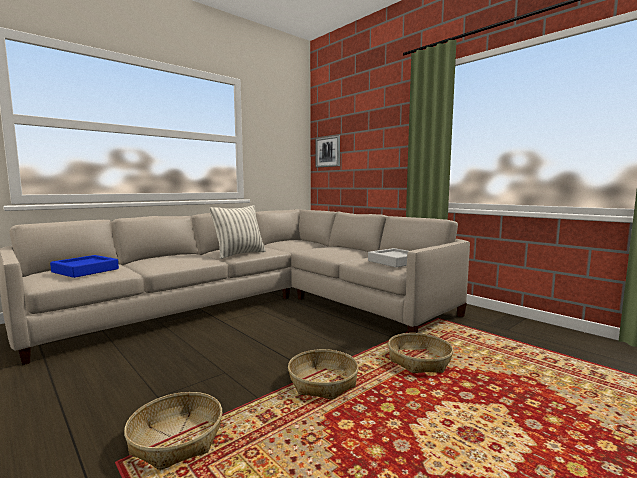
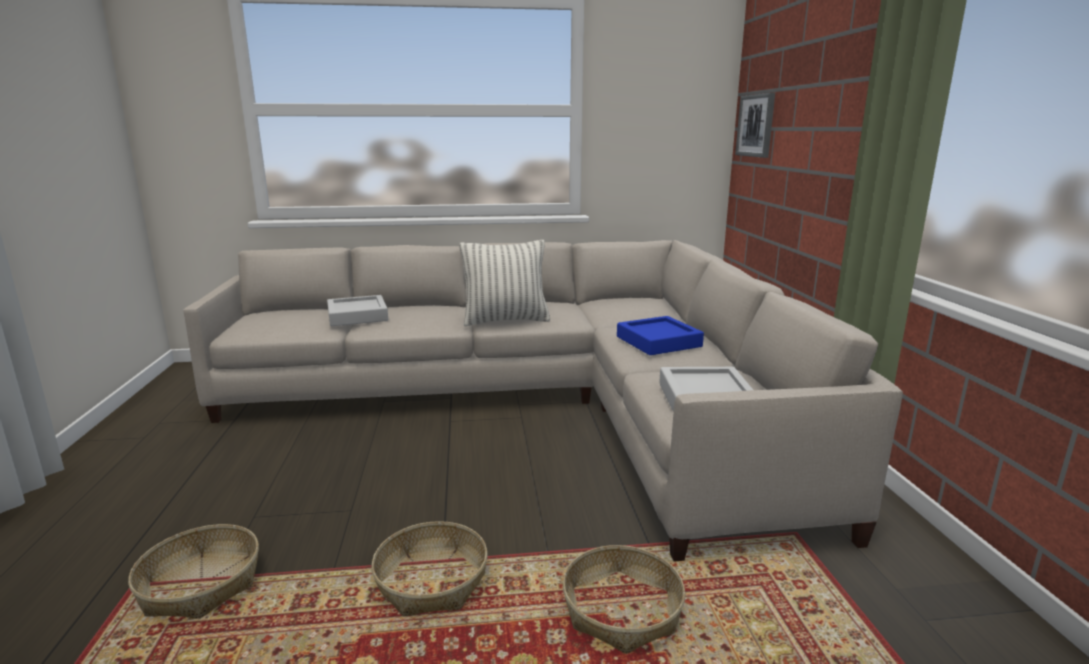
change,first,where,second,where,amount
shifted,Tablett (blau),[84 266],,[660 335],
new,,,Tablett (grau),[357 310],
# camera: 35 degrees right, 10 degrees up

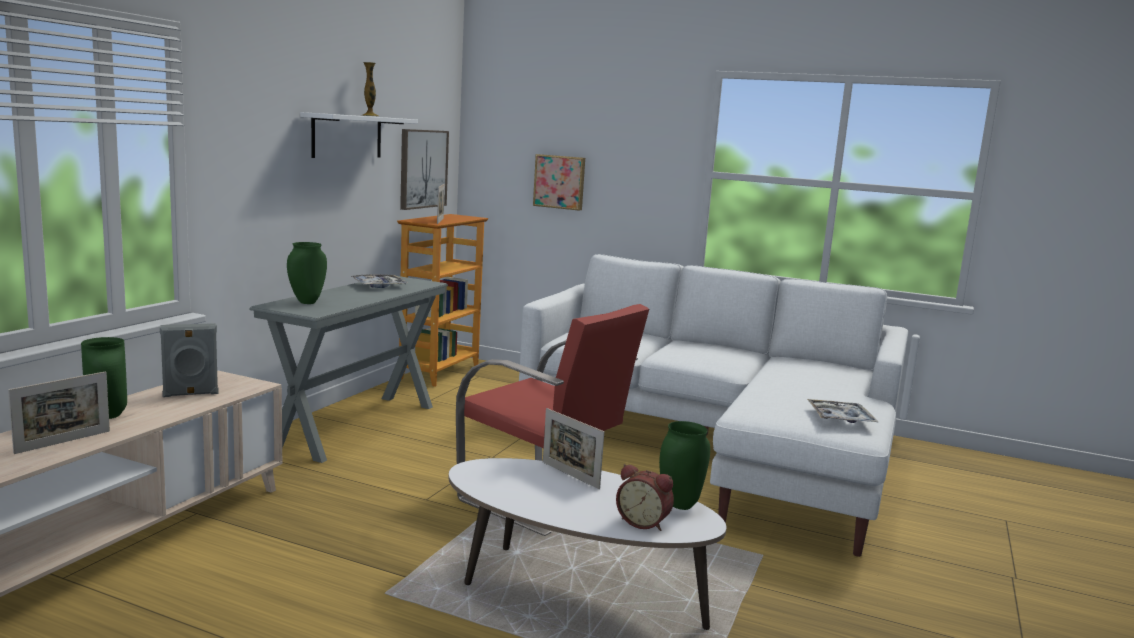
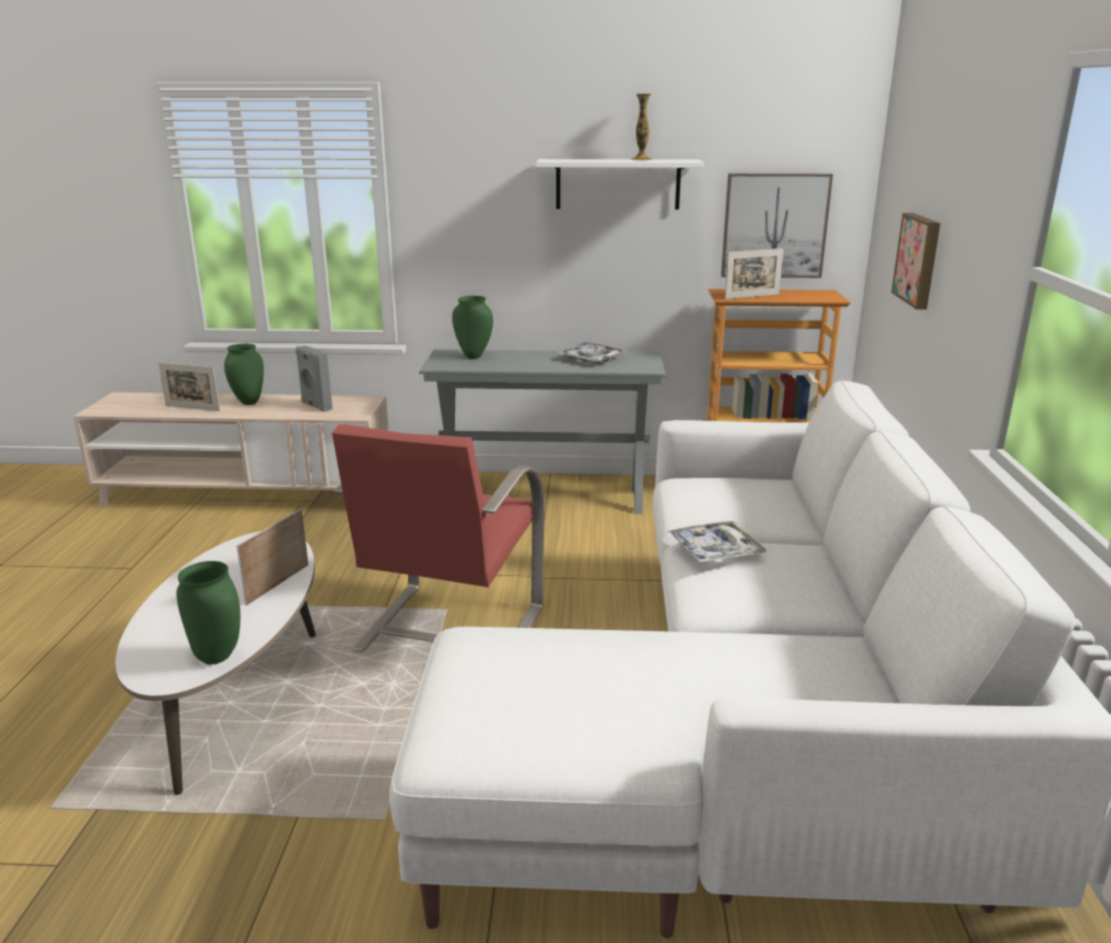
change,first,where,second,where,amount
shifted,Tablett,[843 411],,[717 542],
gone,Wecker,[645 497],,,
# camera: 70 degrees right, 10 degrees up

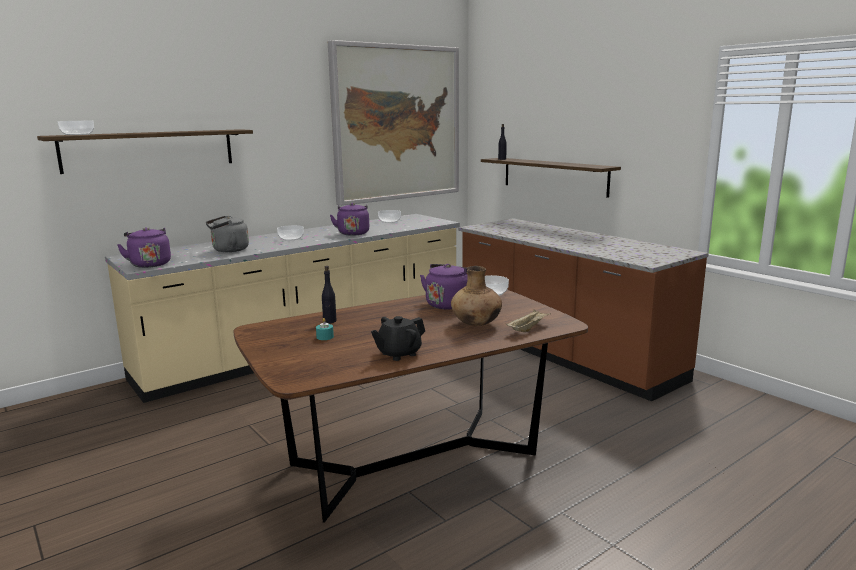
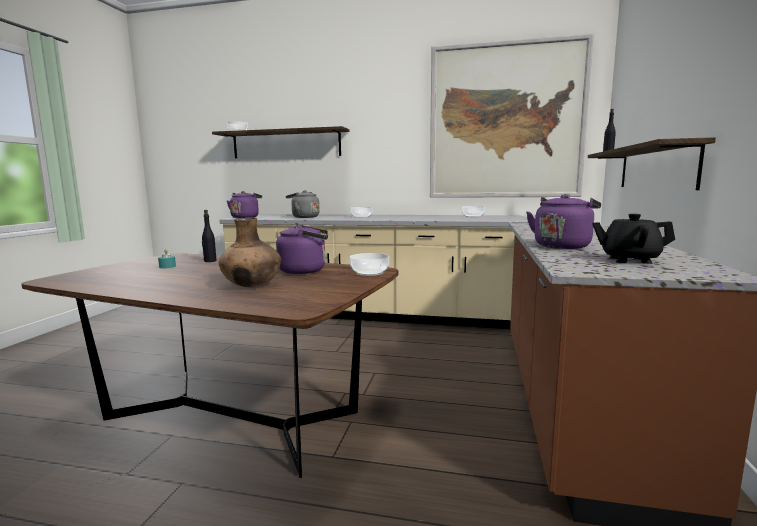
change,first,where,second,where,amount
shifted,Wasserkessel (lila),[349 219],,[563 221],
gone,Tablett (beige),[527 320],,,
shifted,Teekanne (schwarz),[398 338],,[633 239],
# camera: 50 degrees right, 5 degrees down

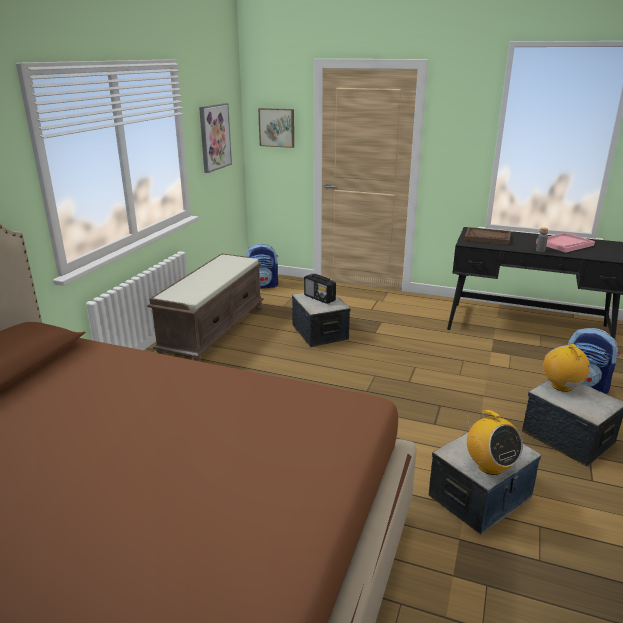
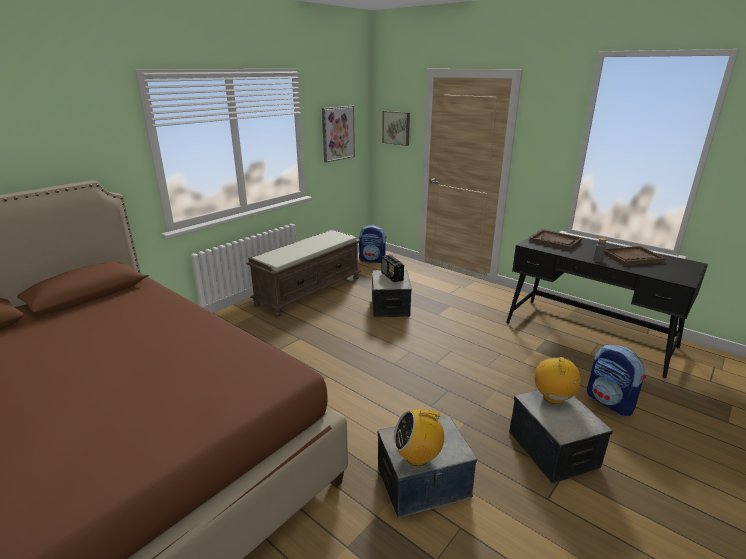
change,first,where,second,where,amount
repainted,Tablett (rosa),[565 243],Tablett (braun),[634 256],
rotated,Radio,[495 442],,[418 437],90 degrees clockwise
# camera: 20 degrees right, 0 degrees up

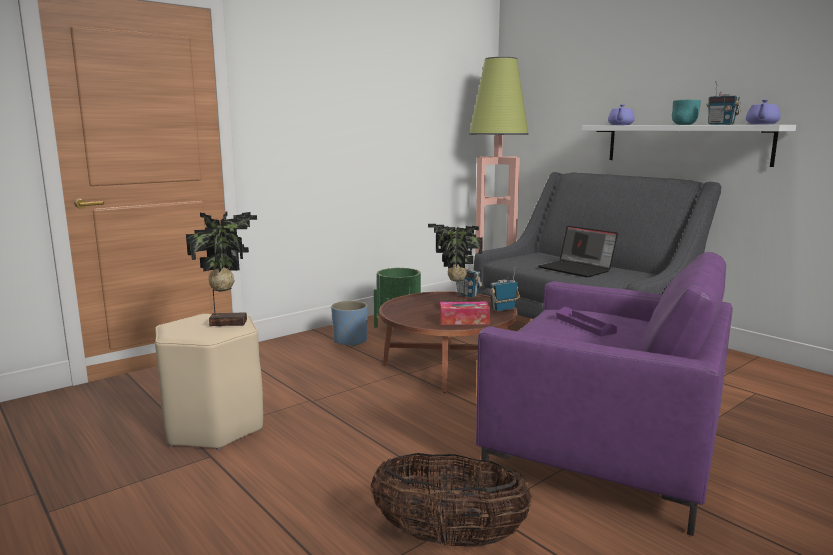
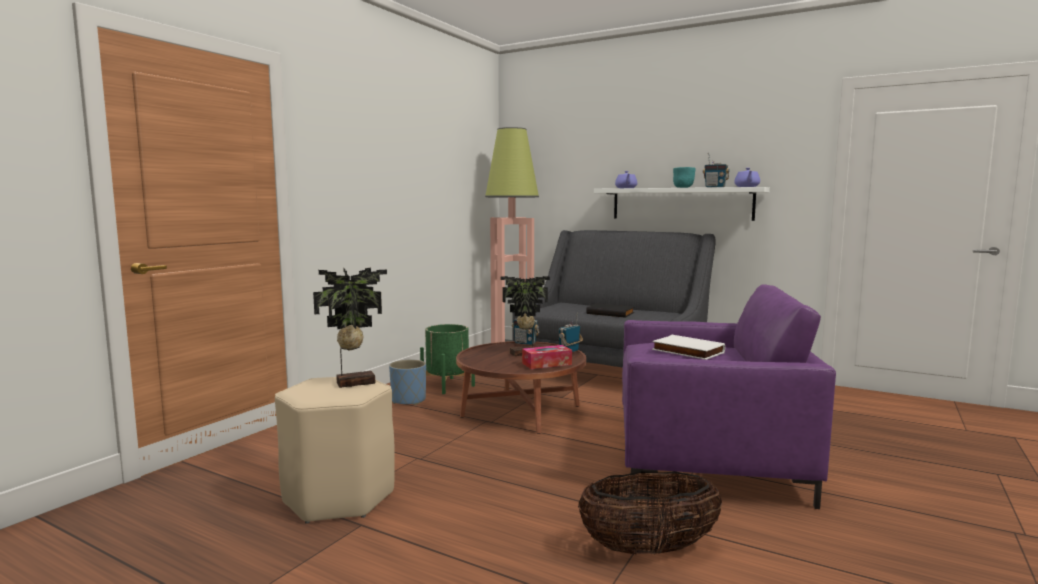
change,first,where,second,where,amount
swapped,Laptop,[578 251],Buch (schwarz),[610 311],
swapped,Tablett (lila),[586 321],Buch (weiß),[688 347],
# camera: 20 degrees left, 5 degrees down

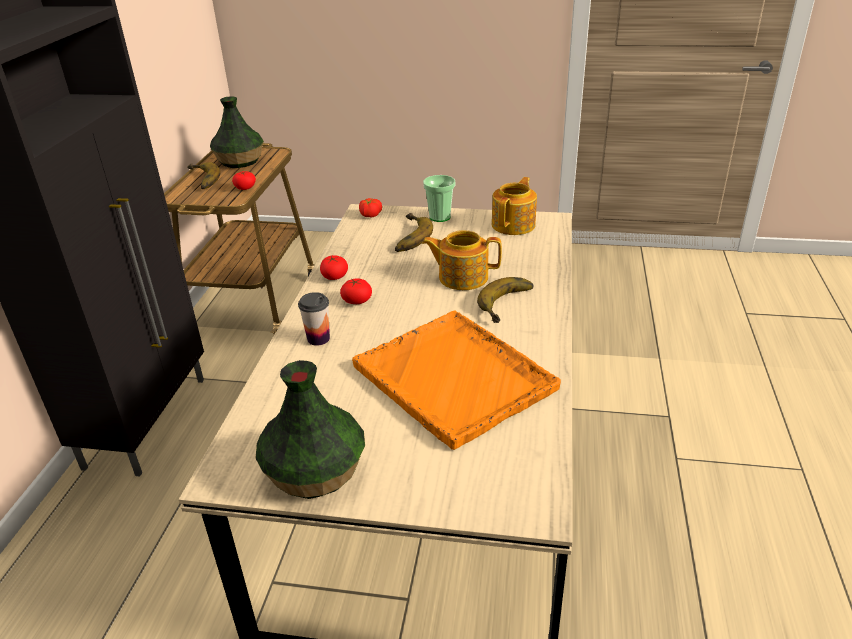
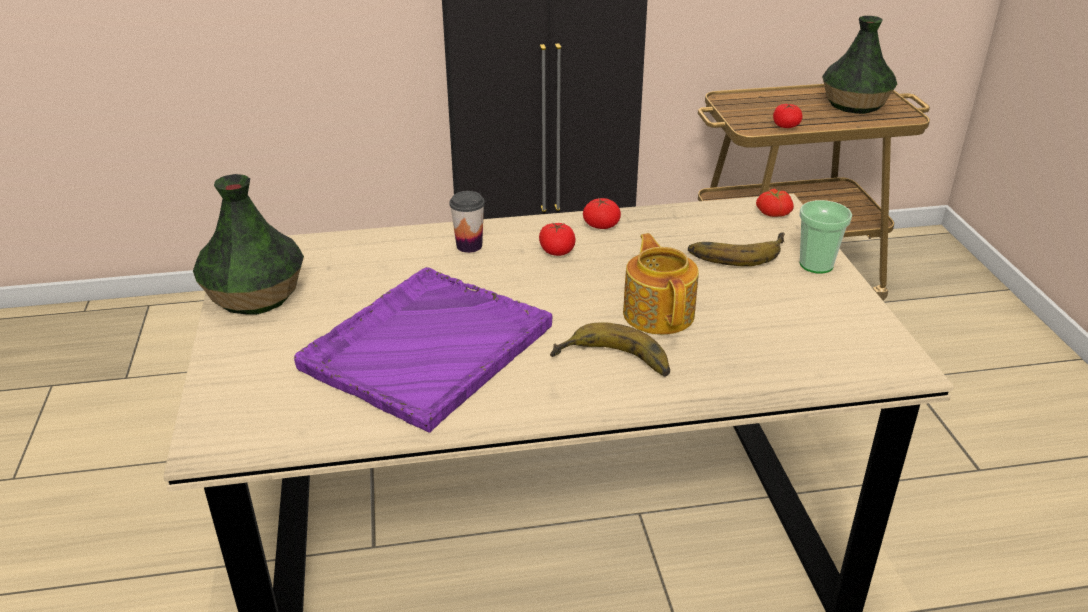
change,first,where,second,where,amount
gone,Banane,[204 175],,,
gone,Teekanne,[514 206],,,
repainted,Tablett (orange),[456 380],Tablett (lila),[423 350],
# camera: 70 degrees right, 0 degrees up

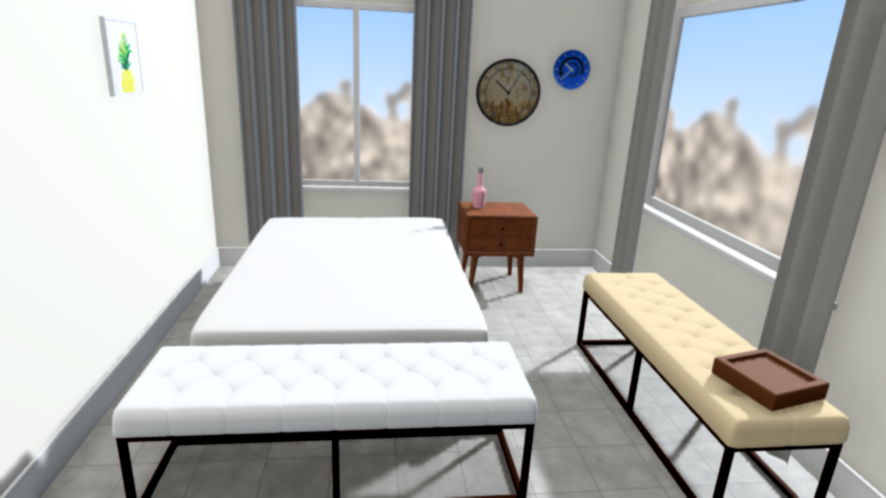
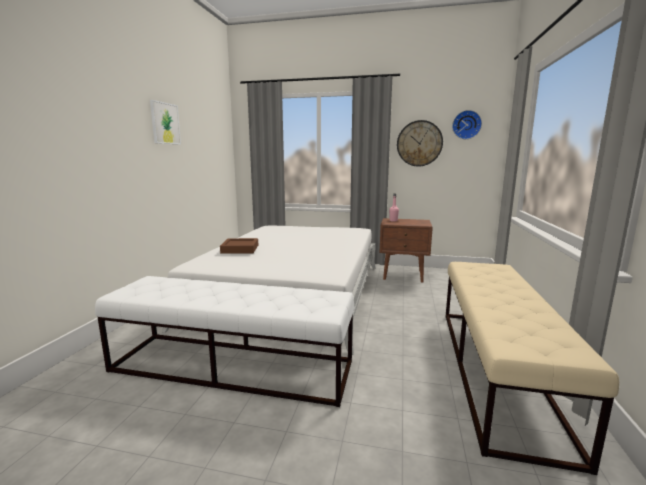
change,first,where,second,where,amount
shifted,Tablett (braun),[770 380],,[239 246],
# camera: 20 degrees right, 5 degrees down

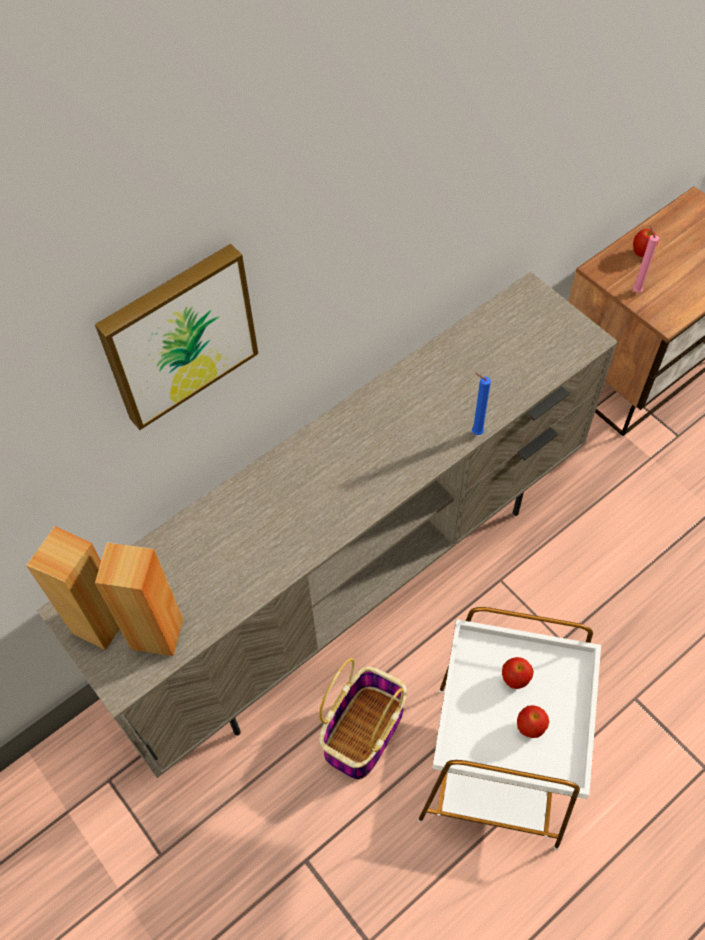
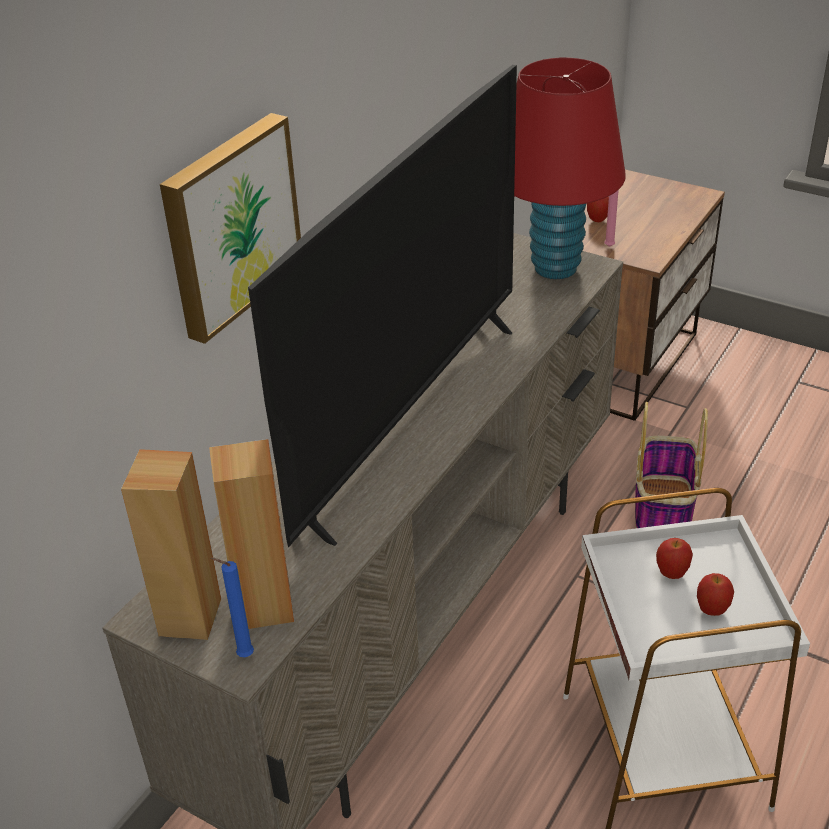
change,first,where,second,where,amount
shifted,Kerze (blau),[481 404],,[232 607],
shifted,Korb,[363 719],,[671 465],
new,,,Tischlampe (rot),[570 168],
new,,,Fernseher,[382 306],
# camera: 20 degrees left, 20 degrees down

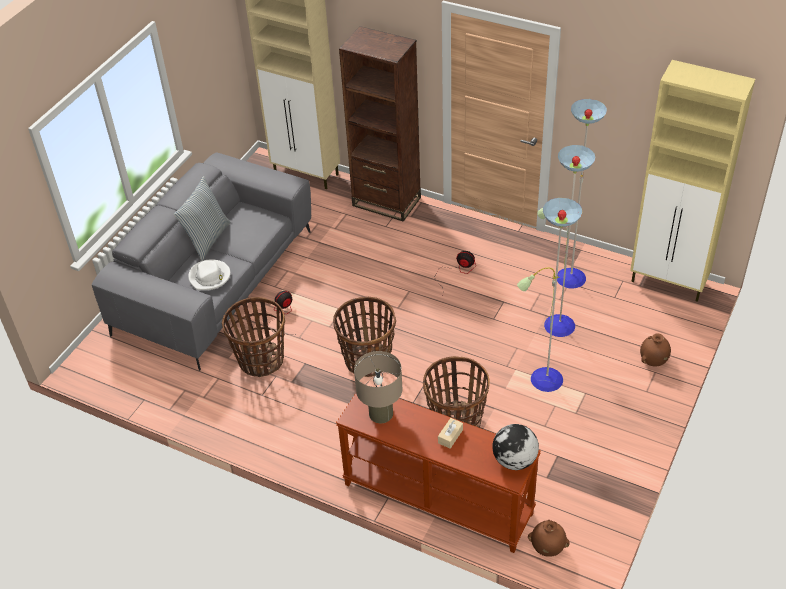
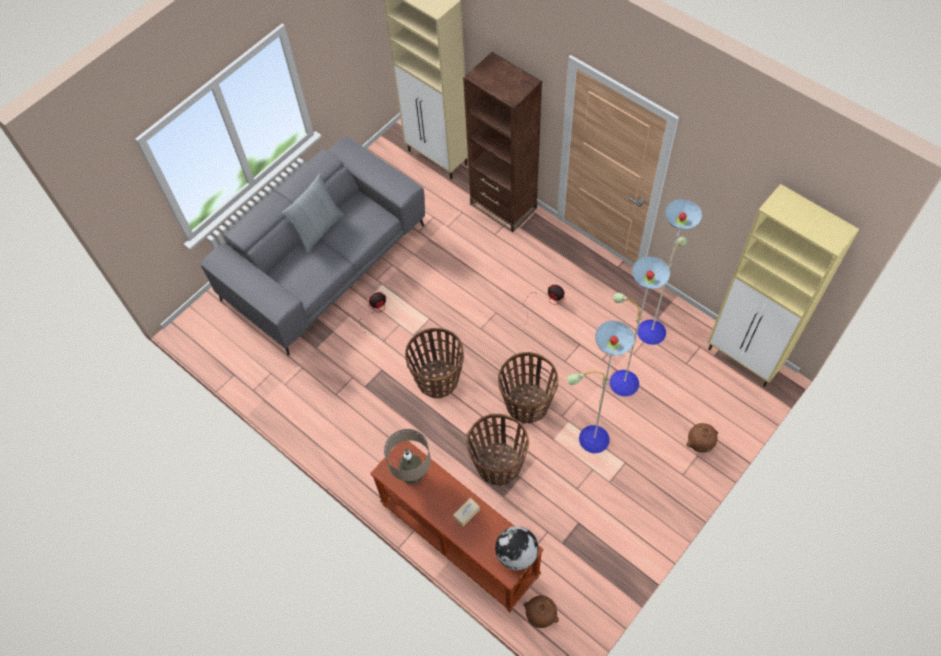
change,first,where,second,where,amount
gone,Hut (weiß),[209 274],,,
shifted,Korb,[253 337],,[528 387],
# camera: 15 degrees right, 15 degrees up

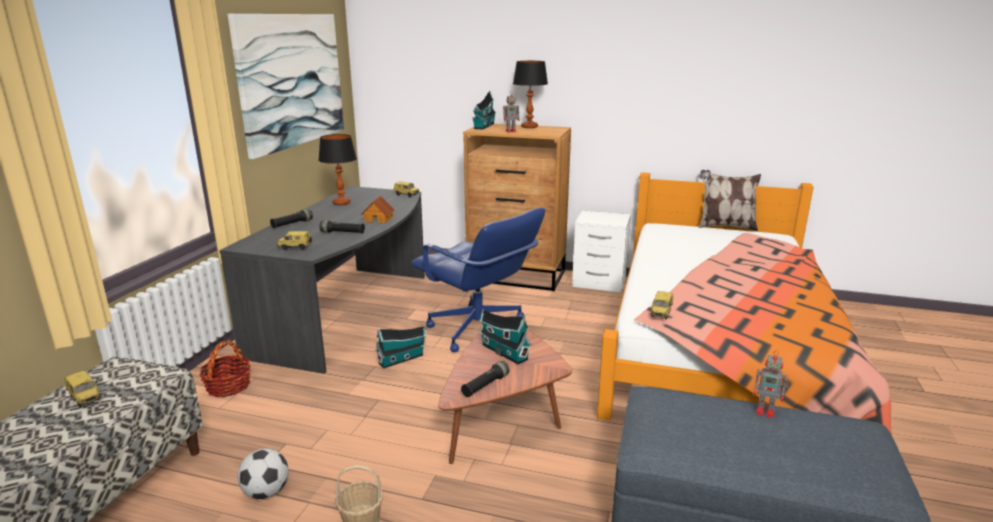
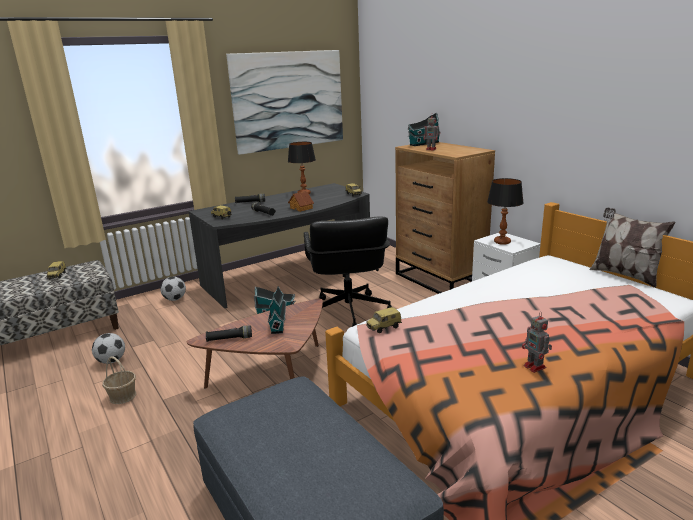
change,first,where,second,where,amount
shifted,Tischlampe,[530 94],,[505 211],
repainted,Bürostuhl (blau),[478 280],Bürostuhl (schwarz),[347 272],
swapped,Korb,[224 368],Fußball,[173 289],
shifted,Spielzeugroboter,[771 384],,[537 342],
# camera: 40 degrees right, 0 degrees up

